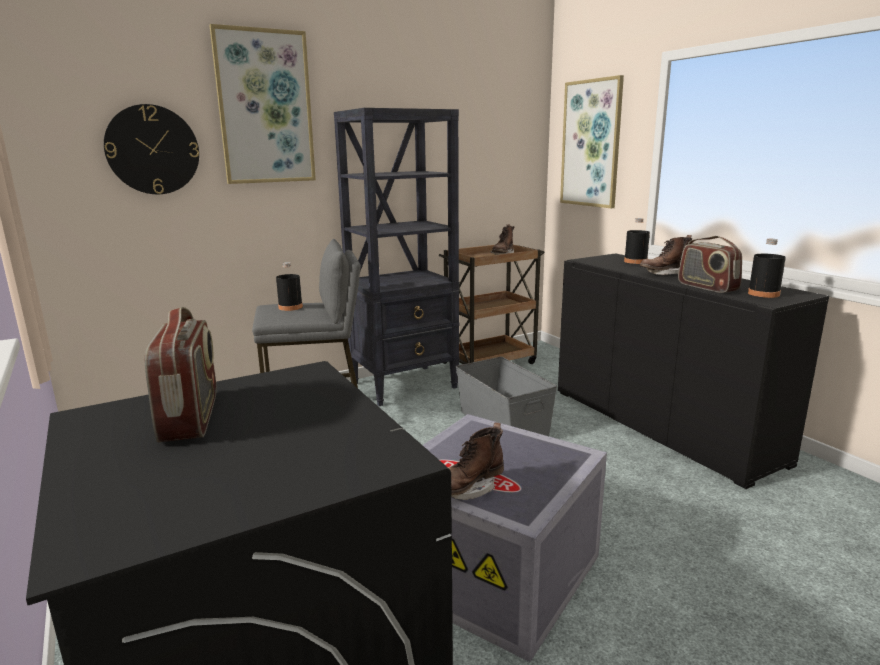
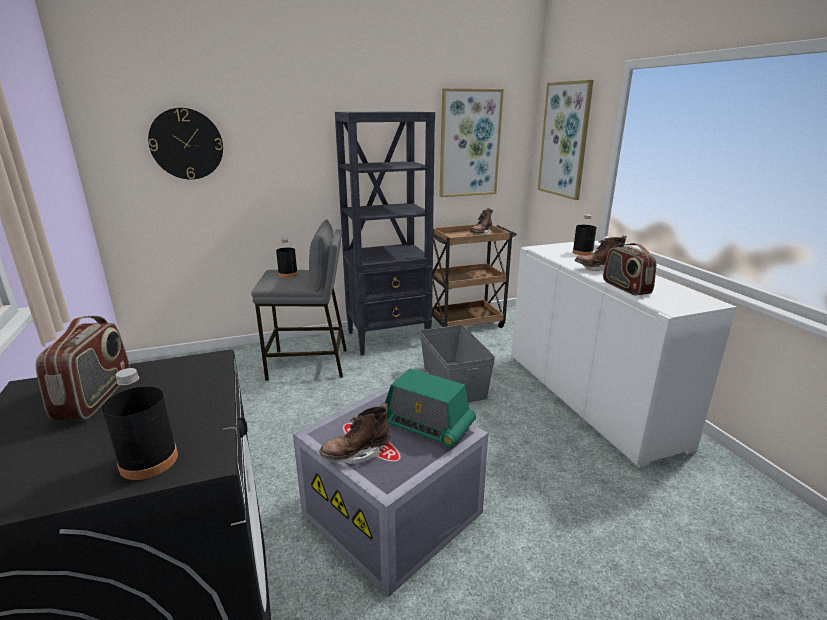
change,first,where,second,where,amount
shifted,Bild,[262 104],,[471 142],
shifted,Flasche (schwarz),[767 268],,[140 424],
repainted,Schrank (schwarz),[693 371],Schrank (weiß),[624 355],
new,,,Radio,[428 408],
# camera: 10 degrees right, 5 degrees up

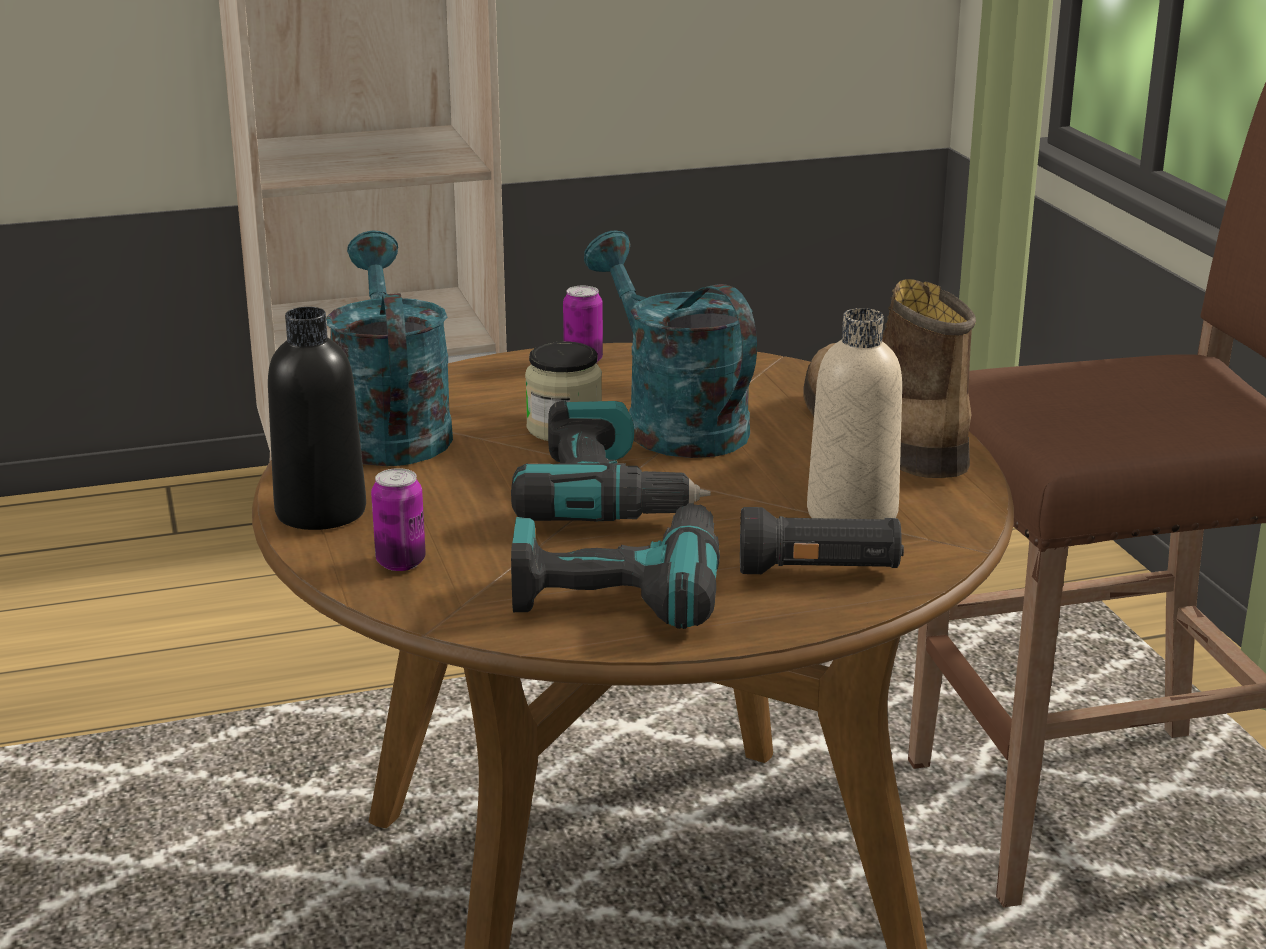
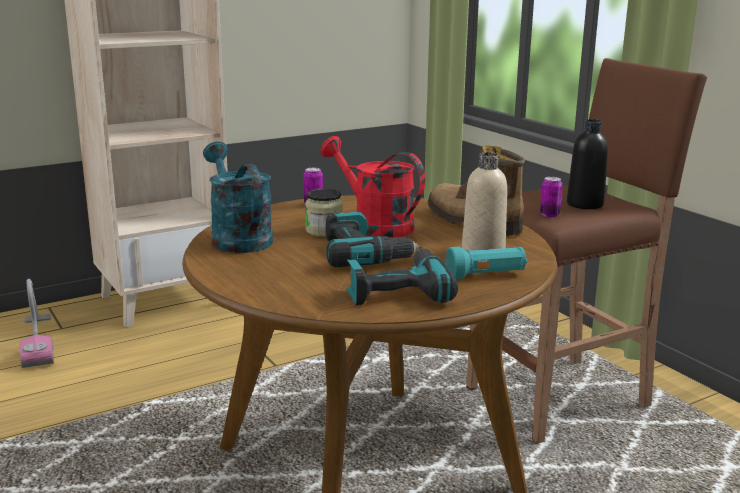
change,first,where,second,where,amount
repainted,Gießkanne (türkis),[670 344],Gießkanne (rot),[372 187],
shifted,Flasche (schwarz),[317 418],,[587 164],
shifted,Dose,[398 519],,[551 197],
repainted,Taschenlampe (schwarz),[822 540],Taschenlampe (türkis),[486 263],
new,,,Staubsauger,[37 323],
# camera: 15 degrees left, 5 degrees down

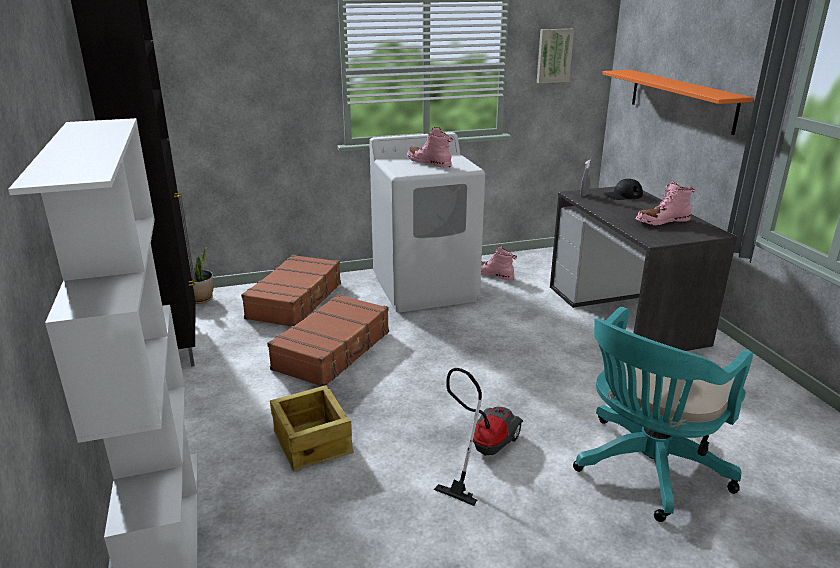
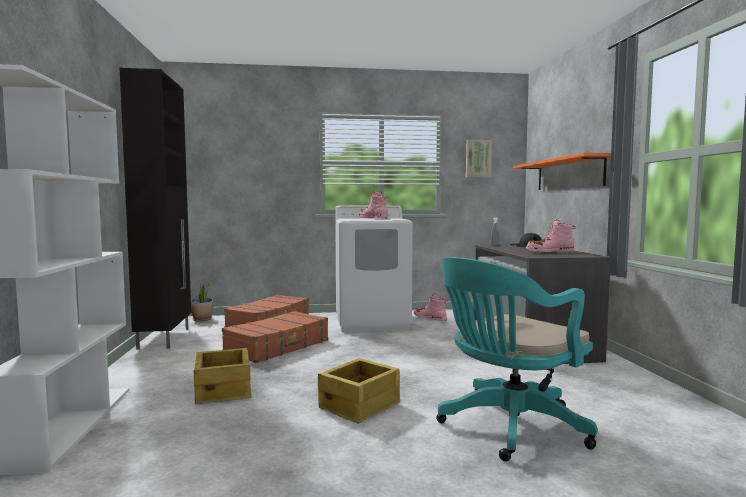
change,first,where,second,where,amount
swapped,Staubsauger,[478 437],Kiste,[359 391],
# camera: 10 degrees right, 20 degrees down

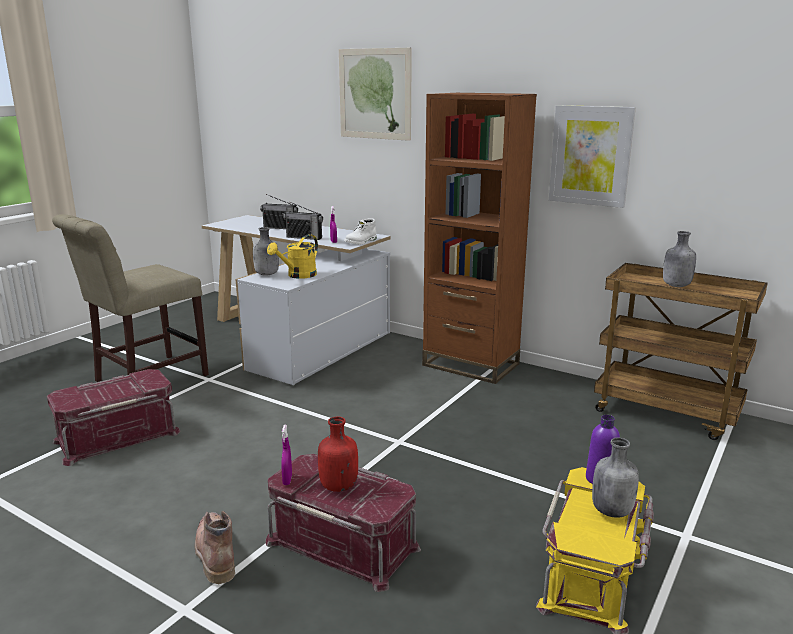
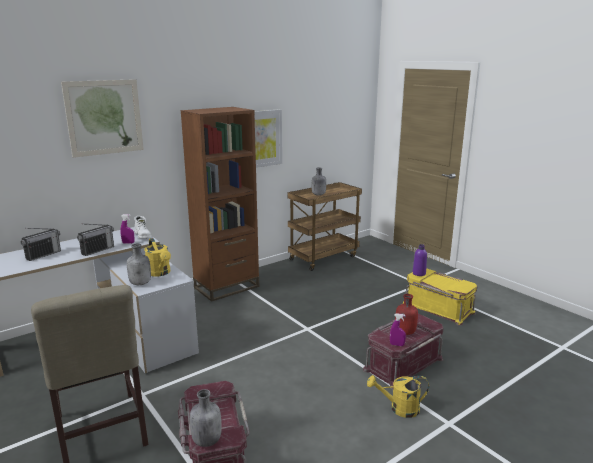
change,first,where,second,where,amount
shifted,Flasche (grau),[615 478],,[206 418],
swapped,Stiefel (braun),[214 547],Gießkanne (gelb),[398 396],
# camera: 70 degrees left, 0 degrees up

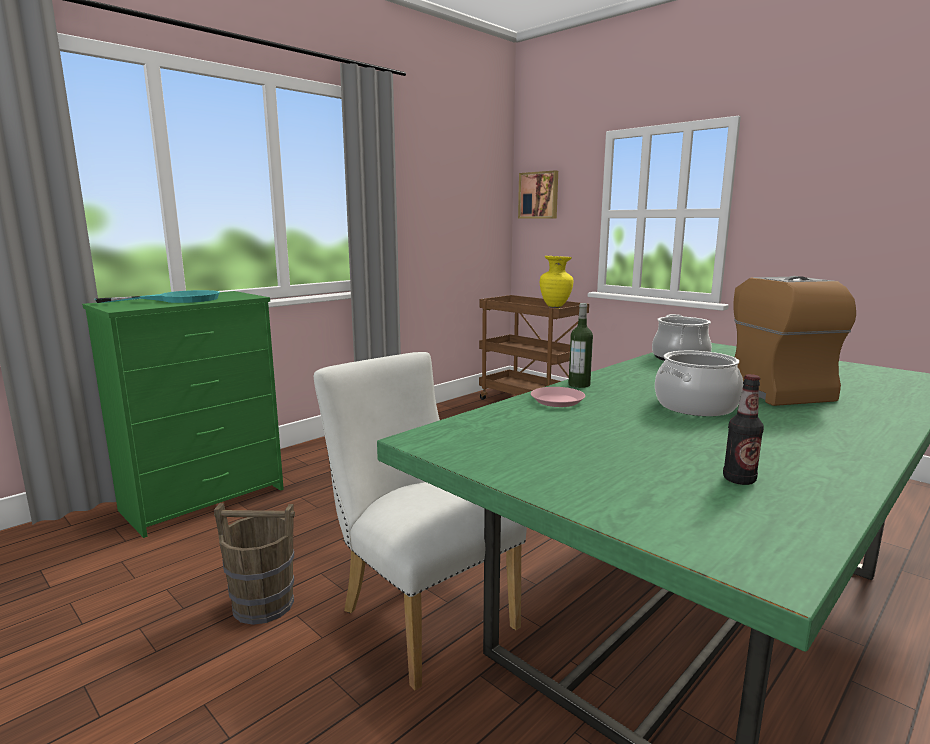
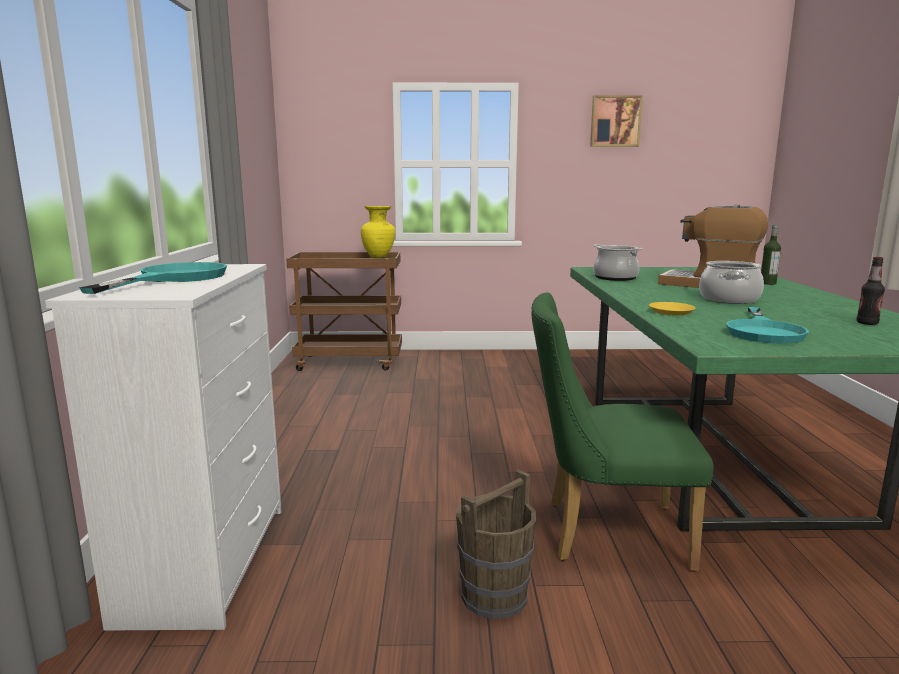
change,first,where,second,where,amount
shifted,Bild,[538 195],,[616 121],
repainted,Kommode (grün),[183 414],Kommode (weiß),[163 447],
shifted,Flasche,[581 345],,[771 255],
repainted,Stuhl (weiß),[420 521],Stuhl (grün),[623 432],
repainted,Teller (rosa),[558 397],Teller (gelb),[672 308],
new,,,Pfanne (türkis),[767 325],
# camera: 45 degrees left, 0 degrees up

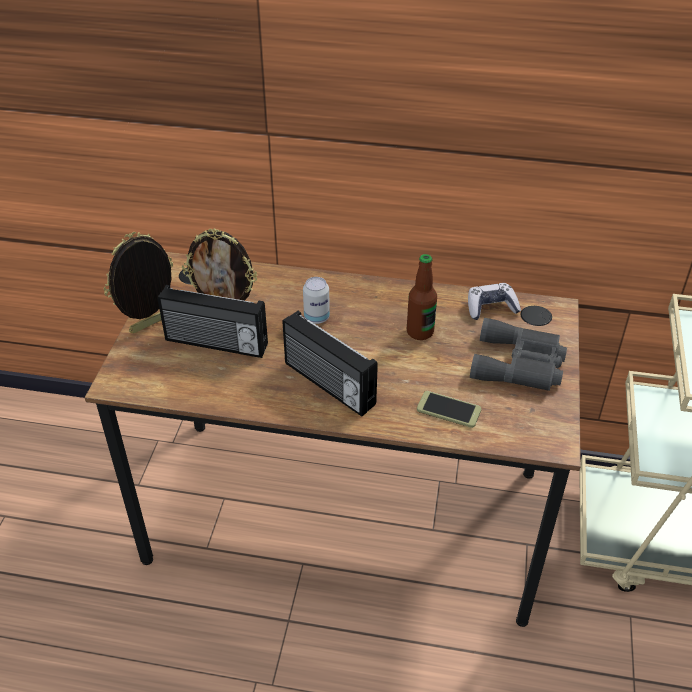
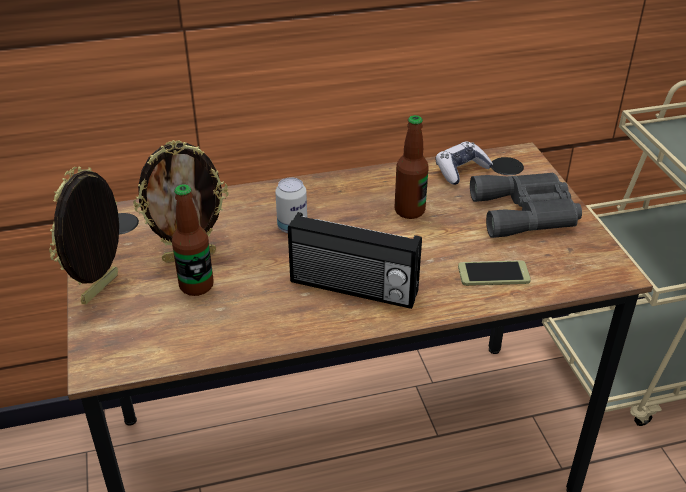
change,first,where,second,where,amount
swapped,Radio,[213 321],Flasche,[193 240],
# camera: 25 degrees left, 5 degrees down

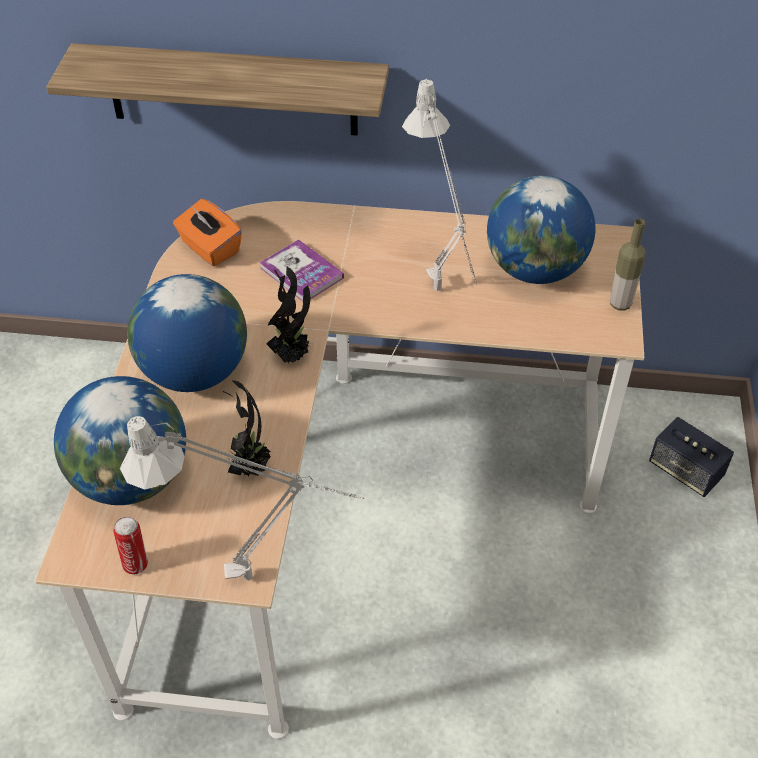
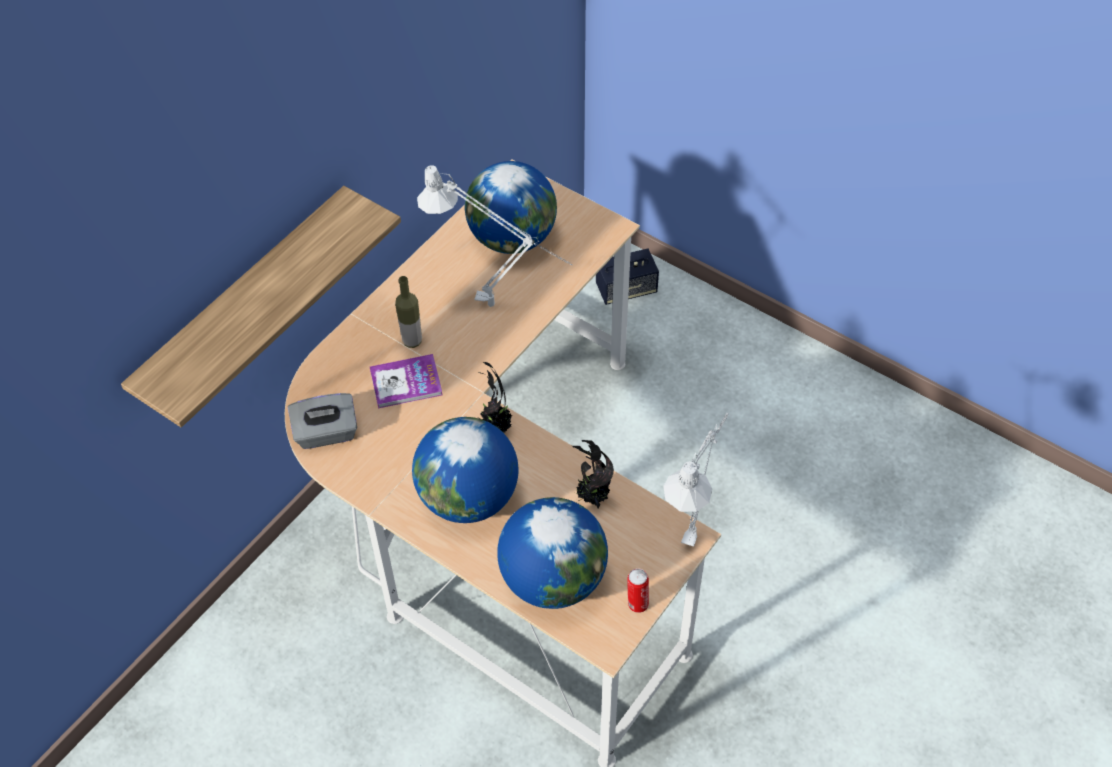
change,first,where,second,where,amount
repainted,Taschentuchbox (orange),[207 232],Taschentuchbox (grau),[322 421],
shifted,Flasche,[628 265],,[408 312],
# camera: 60 degrees left, 5 degrees up

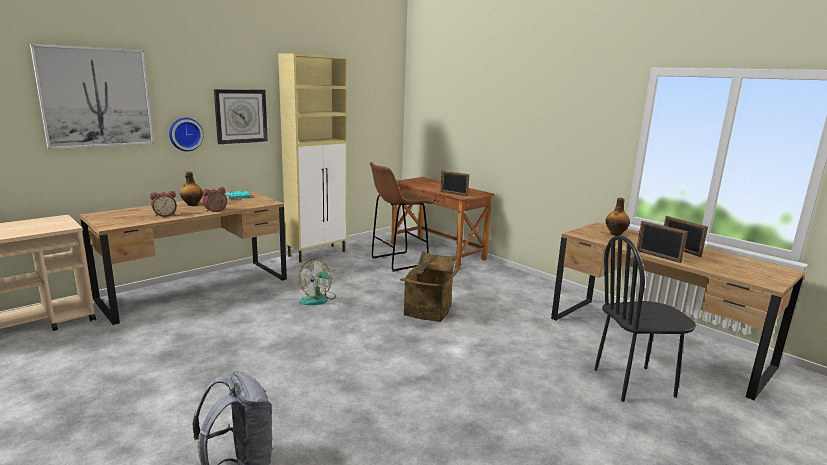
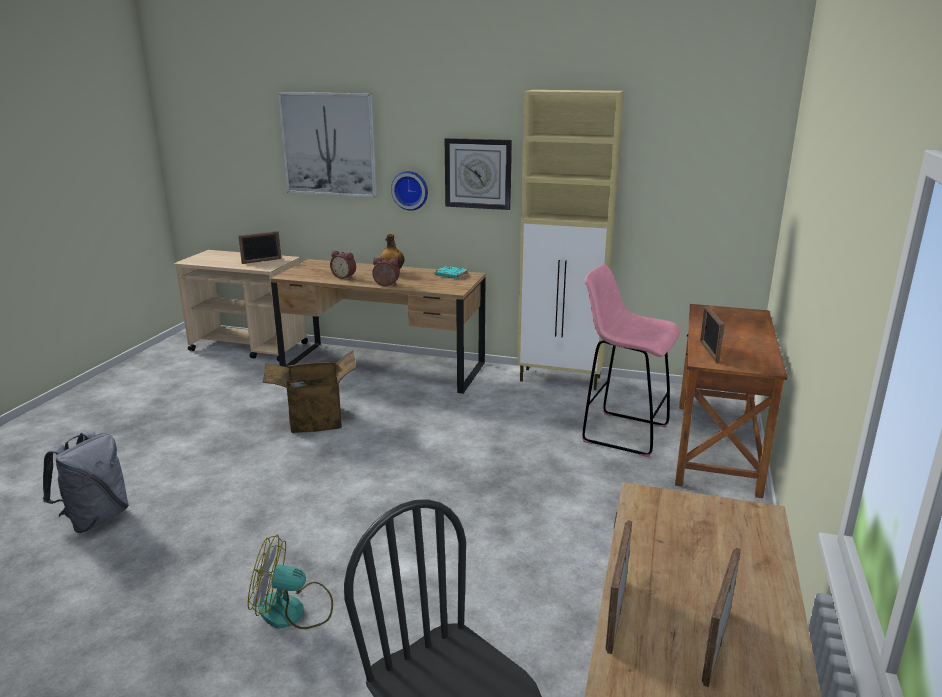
change,first,where,second,where,amount
repainted,Hocker (braun),[401 217],Hocker (rosa),[631 360],
gone,Flasche,[618 217],,,
shifted,Karton,[431 287],,[309 391],
shifted,Ventilator,[317 282],,[290 582],
new,,,Bilderrahmen,[259 247],
# camera: 60 degrees right, 5 degrees up

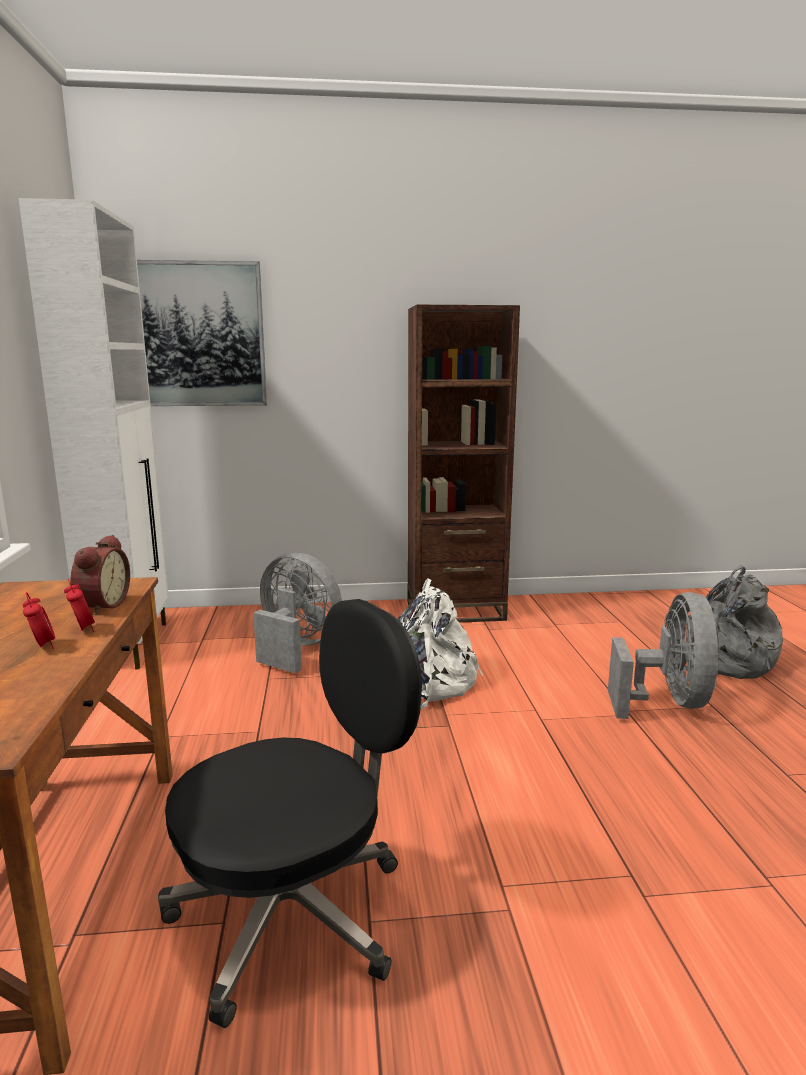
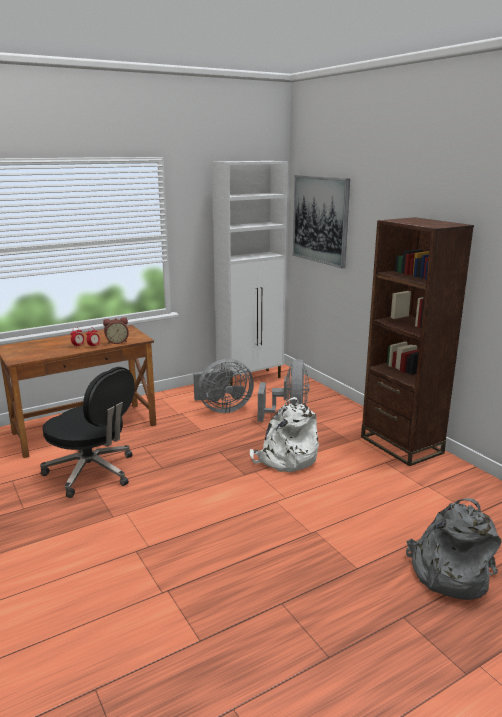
change,first,where,second,where,amount
shifted,Ventilator (grau),[664 655],,[223 386],
# camera: 65 degrees right, 5 degrees up

